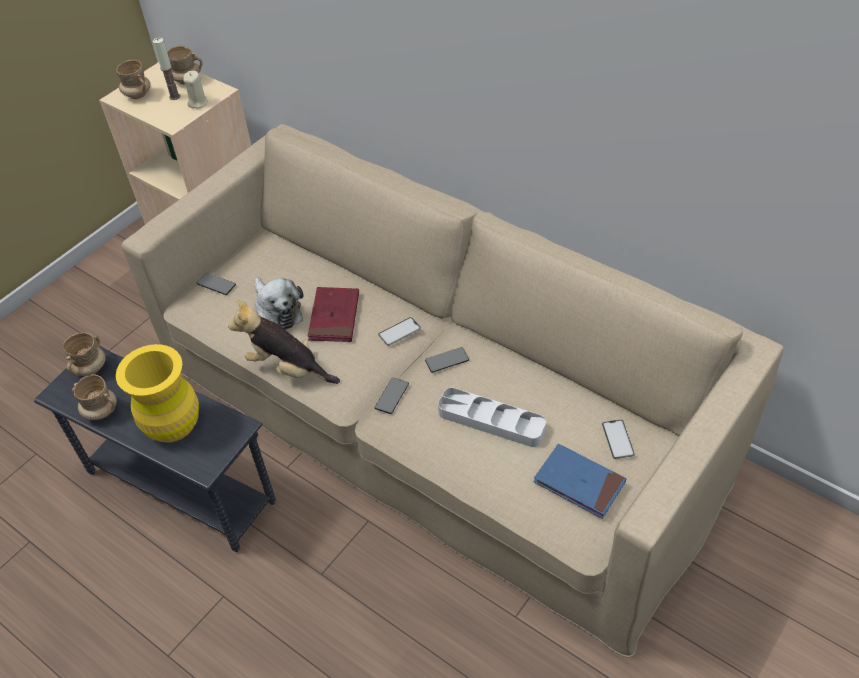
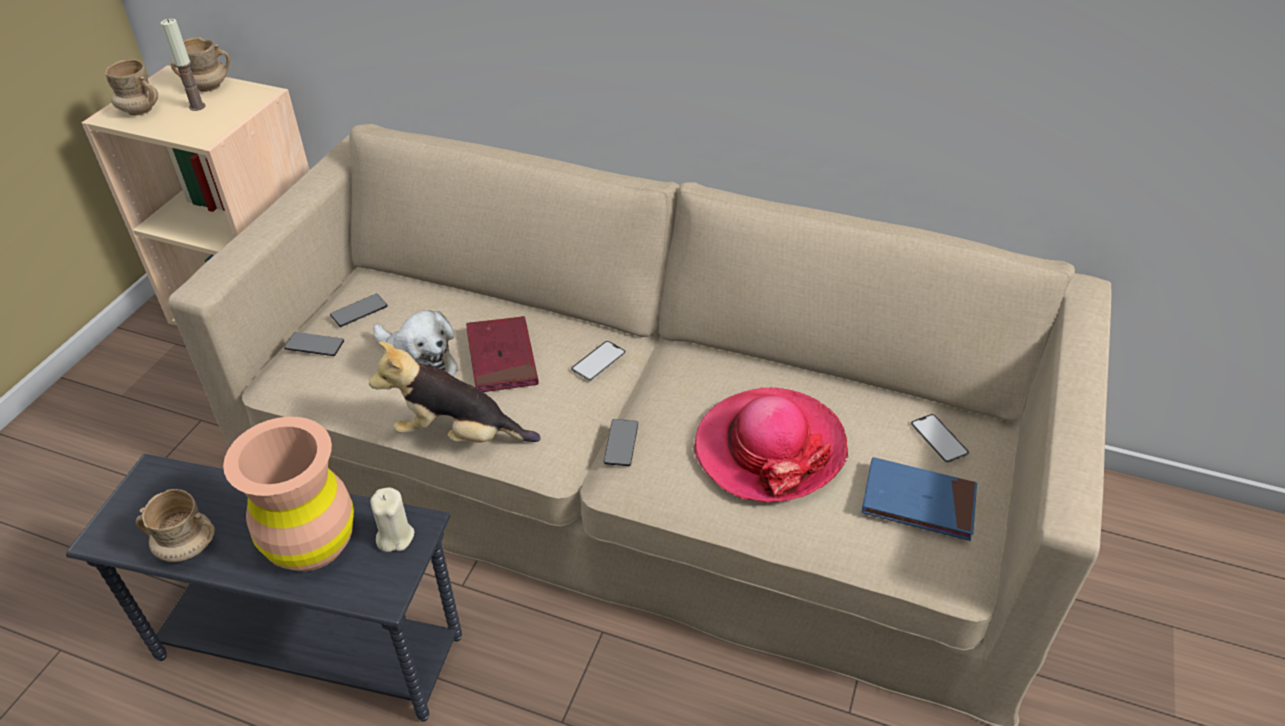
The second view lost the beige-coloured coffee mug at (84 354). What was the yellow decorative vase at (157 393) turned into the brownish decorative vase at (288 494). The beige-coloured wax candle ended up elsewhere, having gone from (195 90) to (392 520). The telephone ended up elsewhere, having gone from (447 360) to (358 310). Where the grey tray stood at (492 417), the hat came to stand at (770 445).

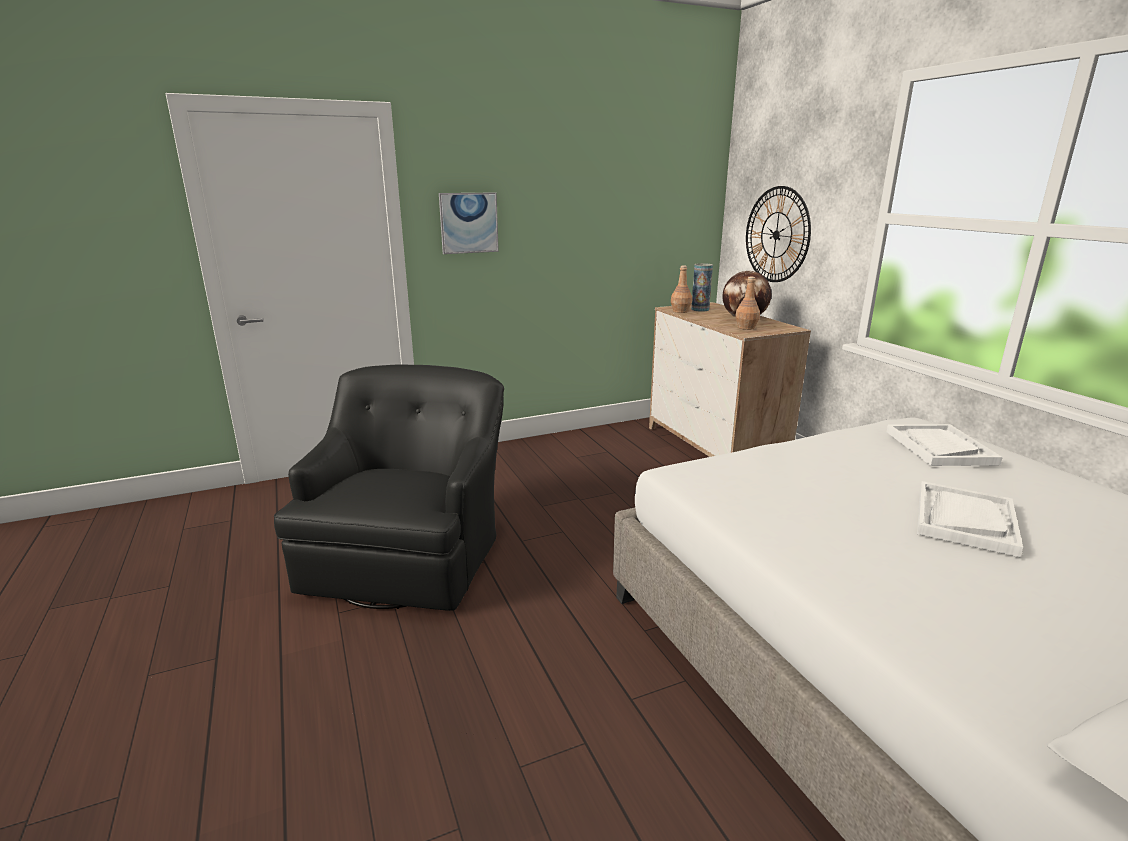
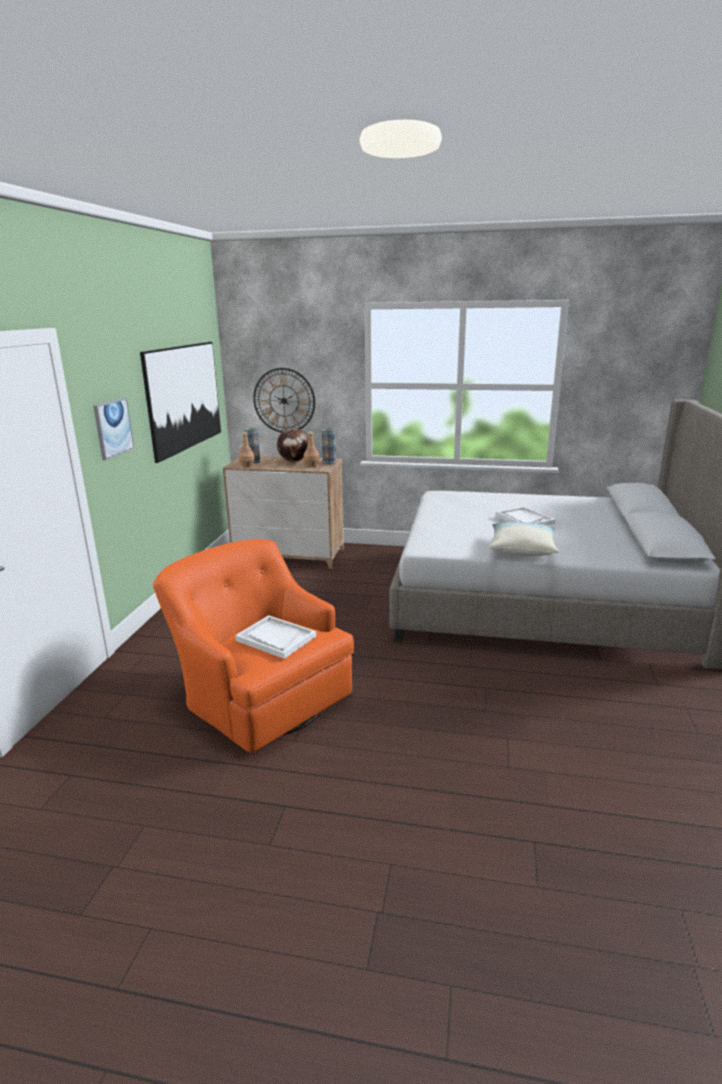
What was the black armchair at (389 487) turned into the orange armchair at (253 646). The white tray ended up elsewhere, having gone from (945 445) to (275 637). The second view gained the picture at (180 402). The second view gained the decorative vase at (329 446). The second view gained the throw pillow at (523 539).

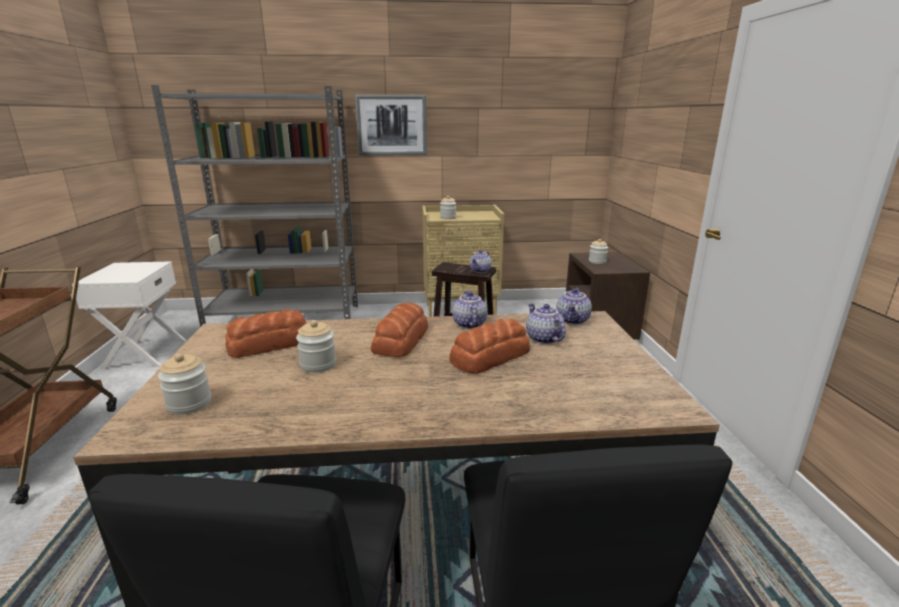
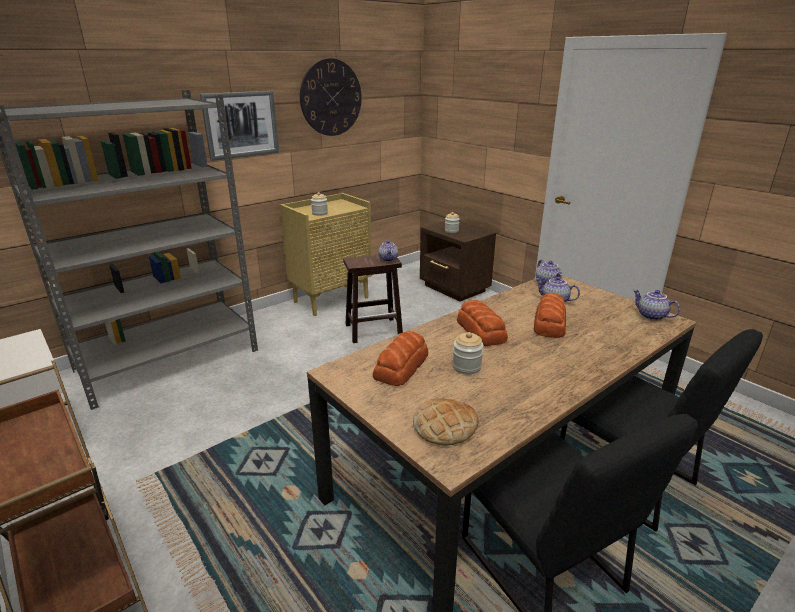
Where the preserve jar stood at (184 384), the bread came to stand at (446 422). The pot for tea ended up elsewhere, having gone from (470 310) to (656 305). The second view gained the clock on the wall at (331 97).

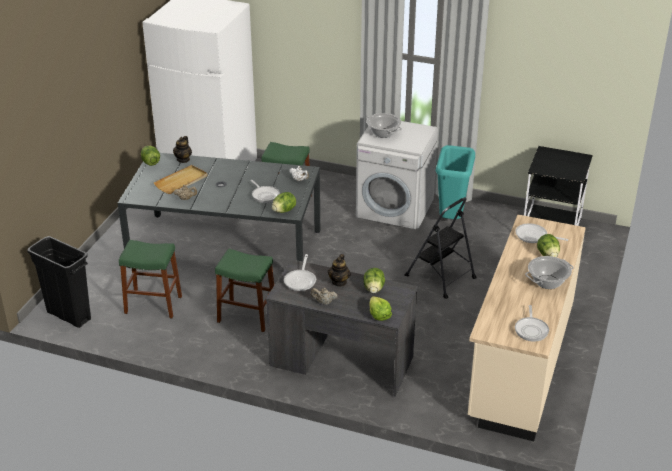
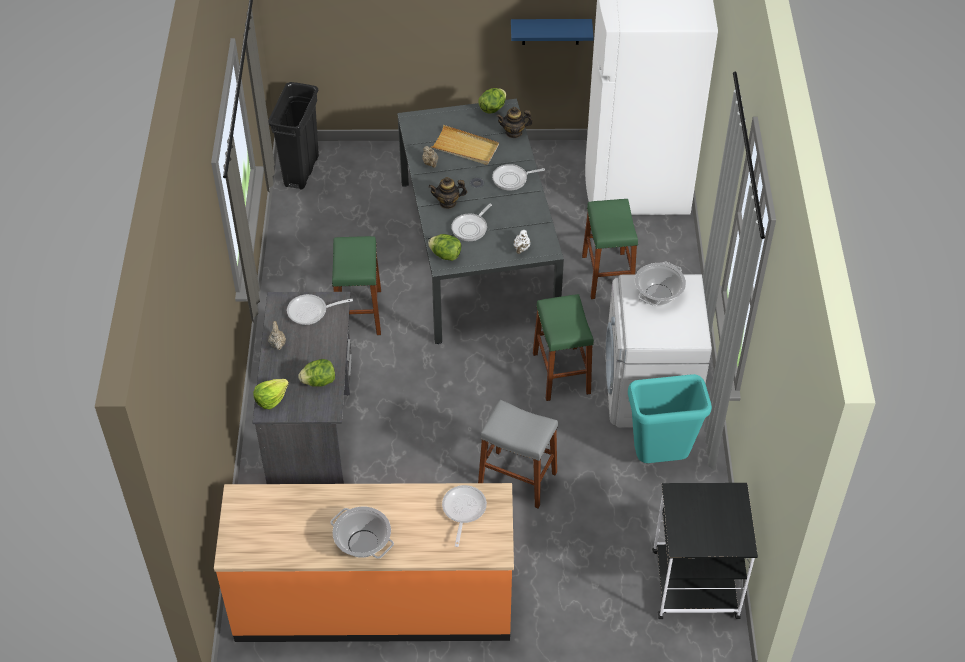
The green-coloured sitting stool ended up elsewhere, having gone from (150 279) to (563 347). The pot for tea ended up elsewhere, having gone from (339 270) to (447 193). Where the black stepladder stood at (440 248), the grey sitting stool came to stand at (518 454). What was the beige-coloured kitchen base unit at (527 328) turned into the orange kitchen base unit at (364 562). The pan ended up elsewhere, having gone from (532 323) to (518 177). The second view lost the lettuce head at (548 245). The second view gained the bluish shelf at (552 32).

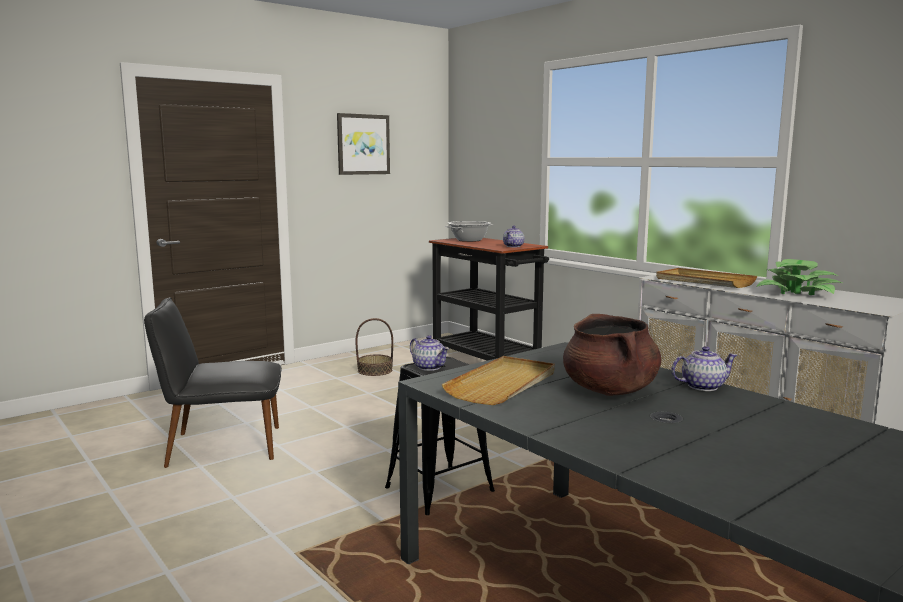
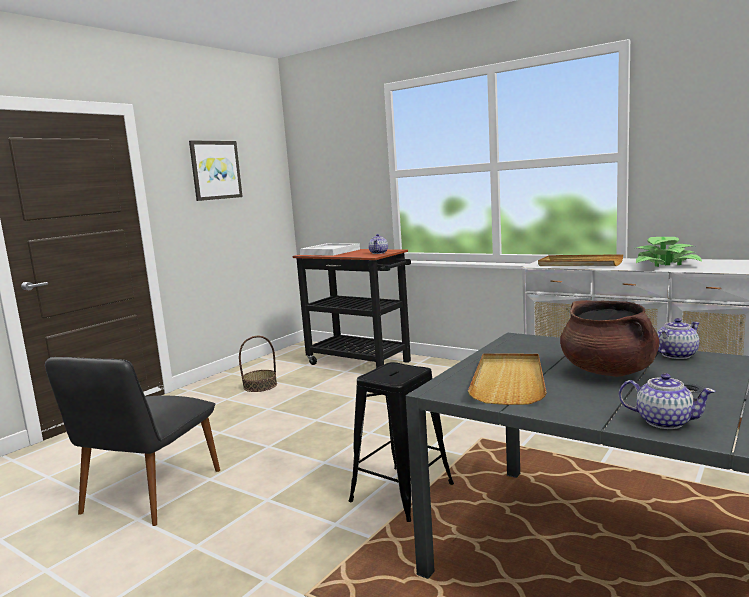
The black upright chair at (213 382) ended up facing another way, 45 degrees counterclockwise from before. The pot for tea ended up elsewhere, having gone from (429 353) to (667 401). Where the saucepot stood at (469 231), the white tray came to stand at (329 249).

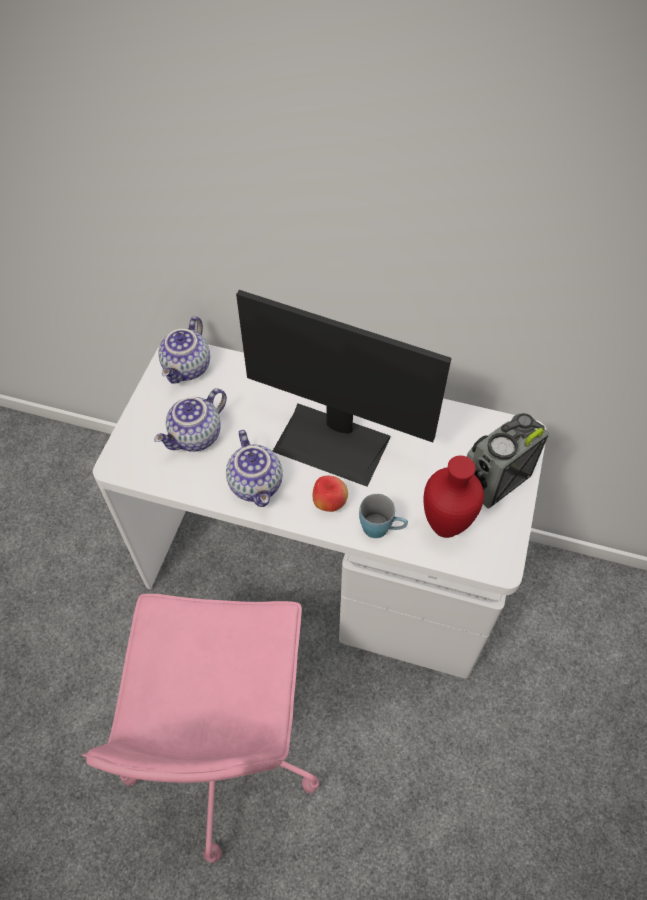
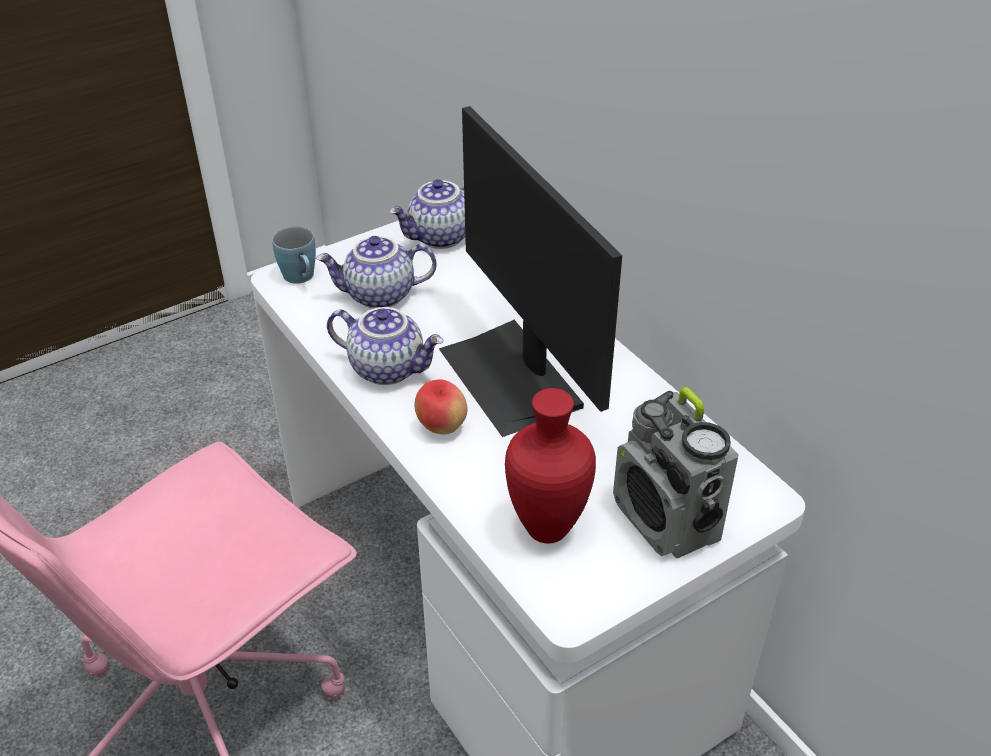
The pot for tea at (254 468) ended up facing another way, 90 degrees counterclockwise from before. The bluish coffee mug ended up elsewhere, having gone from (383 516) to (294 255). The radio set at (508 460) ended up facing another way, 120 degrees counterclockwise from before.

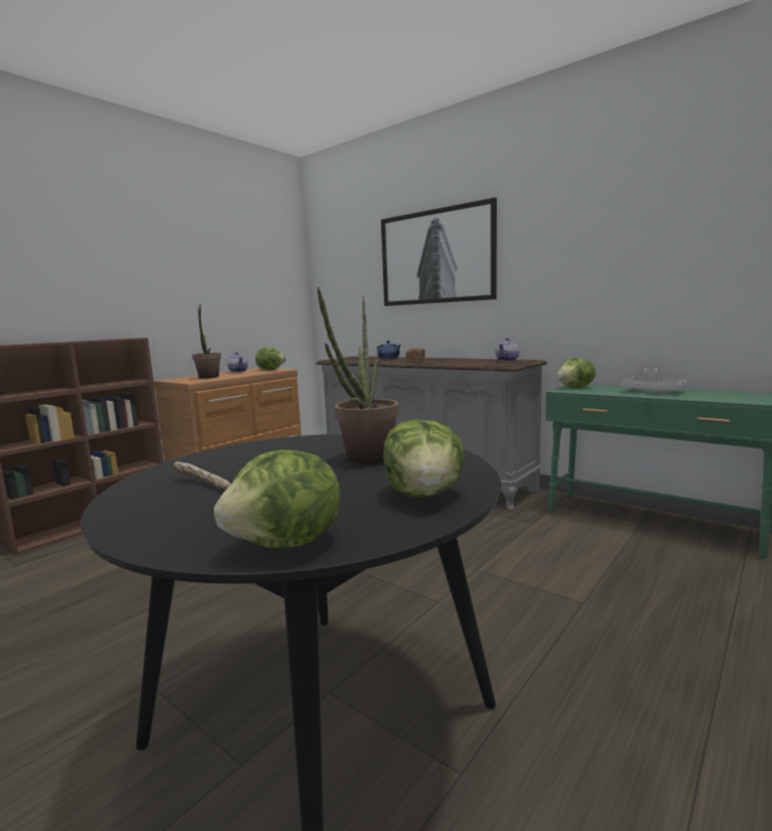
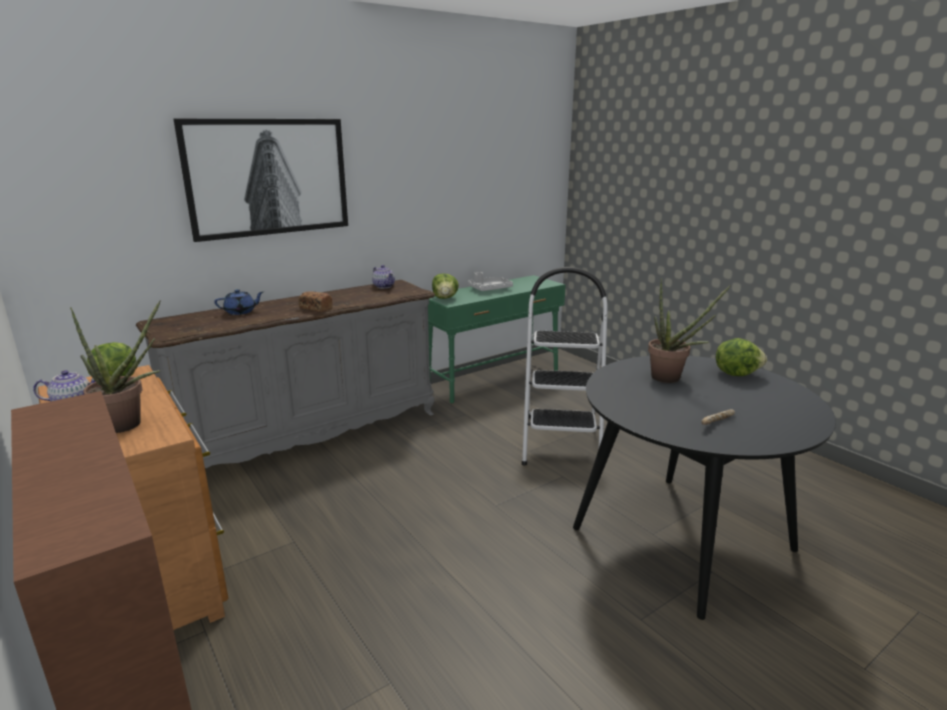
The second view lost the lettuce head at (277 499). The second view gained the stepladder at (565 366).

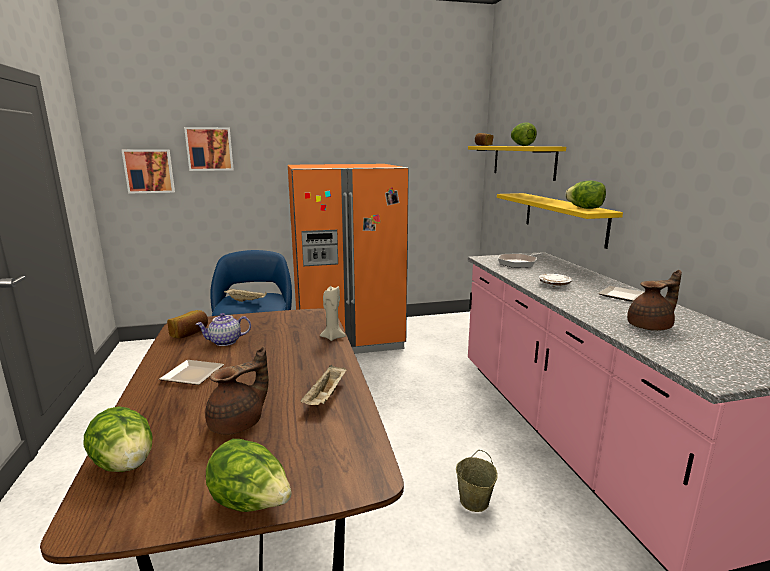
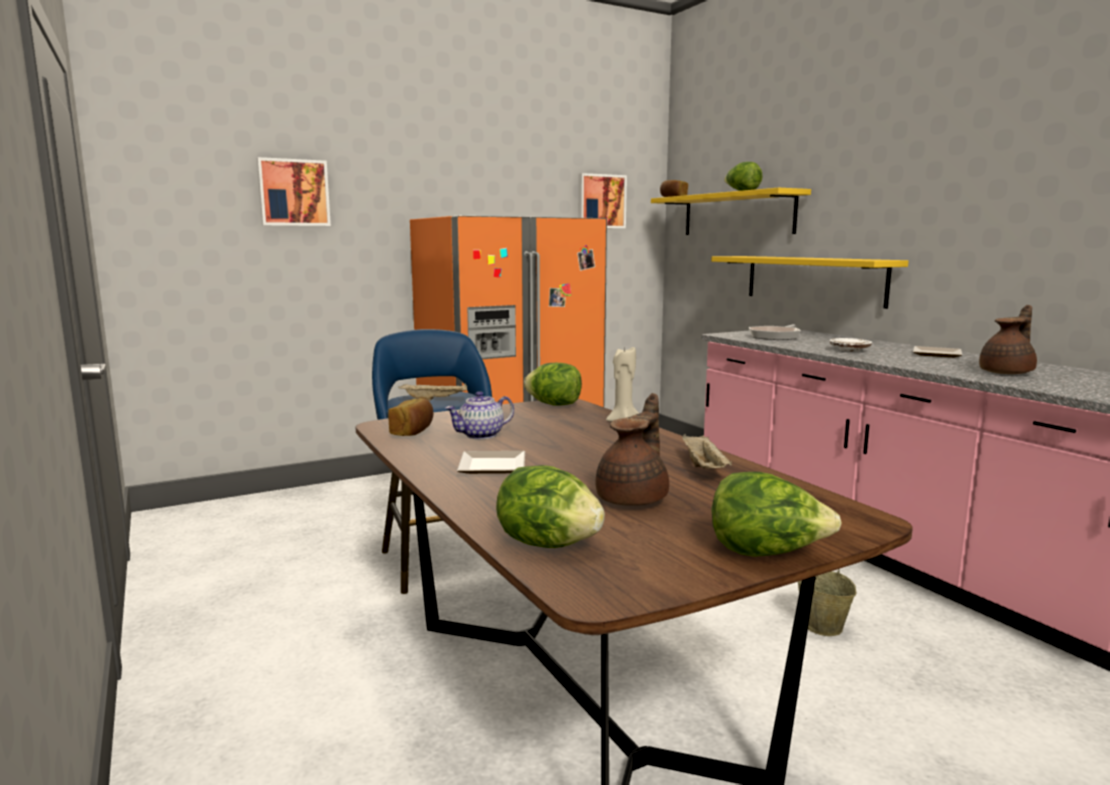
The picture ended up elsewhere, having gone from (148 171) to (602 200). The lettuce head ended up elsewhere, having gone from (585 195) to (553 384).

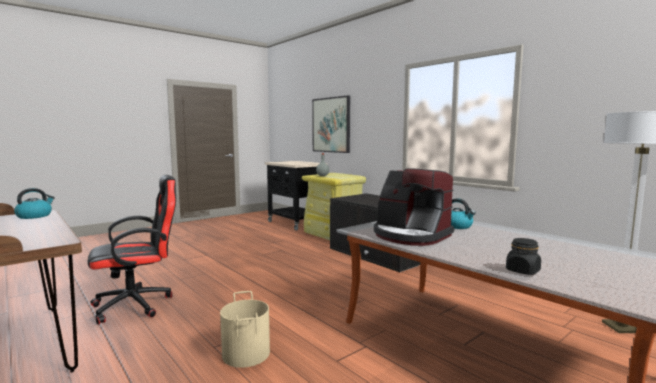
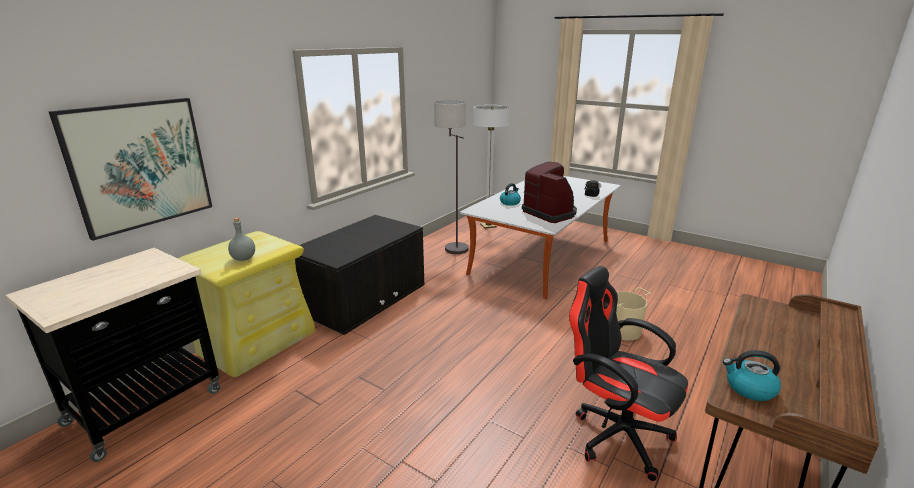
The coffee brewer at (414 207) ended up facing another way, 60 degrees counterclockwise from before. The second view gained the grey standard lamp at (451 177).

